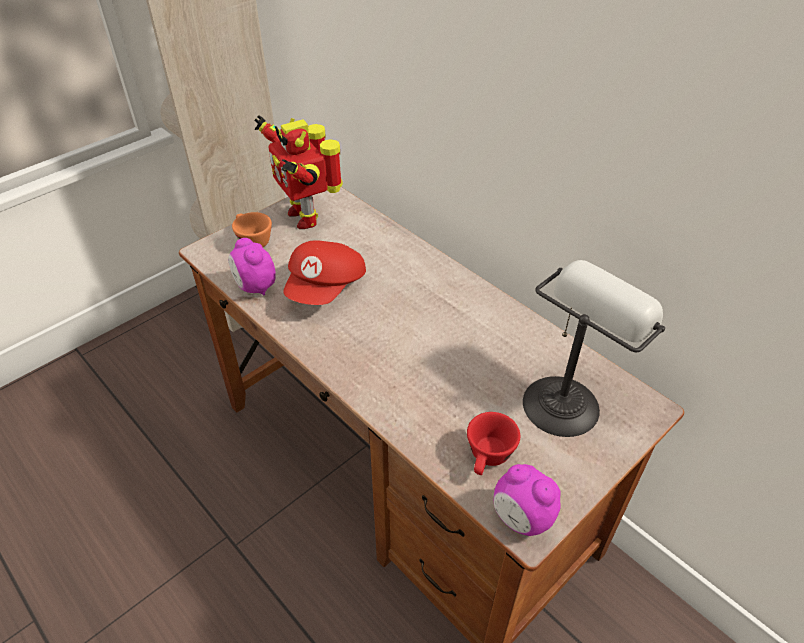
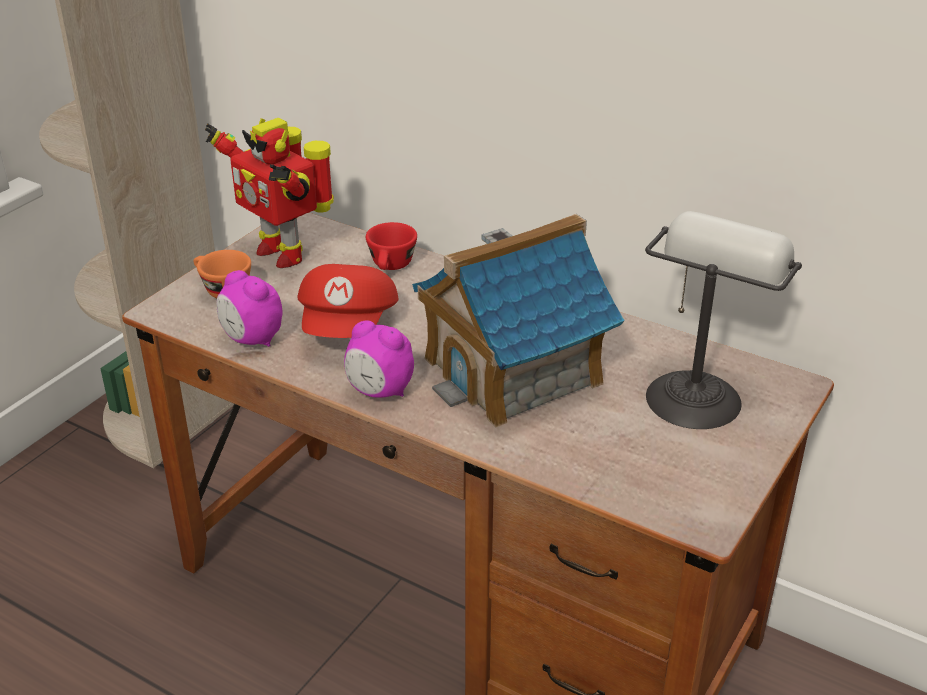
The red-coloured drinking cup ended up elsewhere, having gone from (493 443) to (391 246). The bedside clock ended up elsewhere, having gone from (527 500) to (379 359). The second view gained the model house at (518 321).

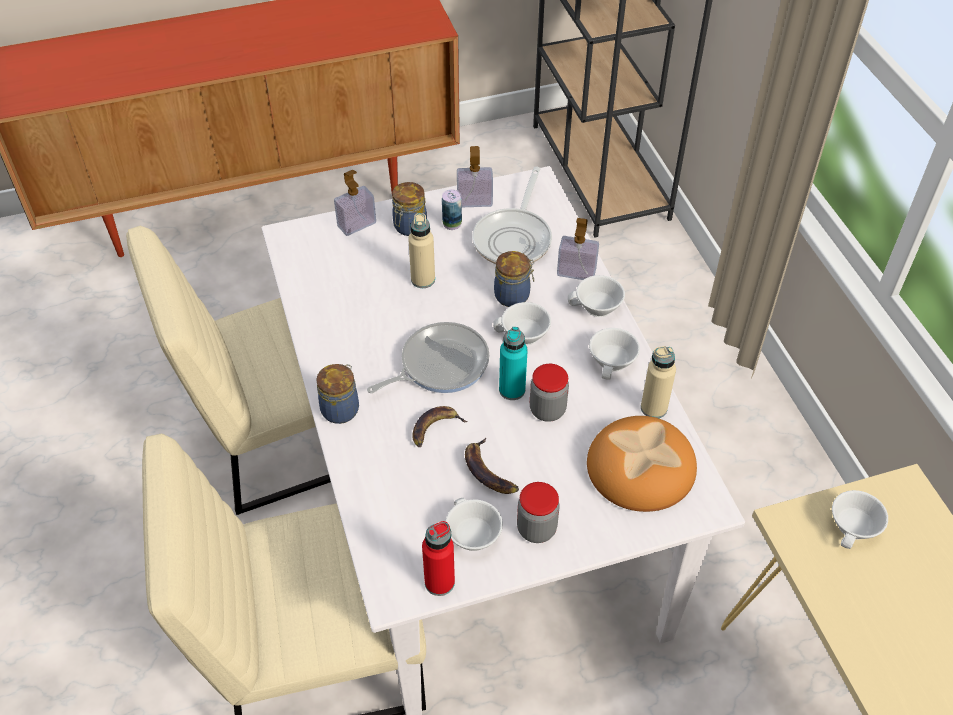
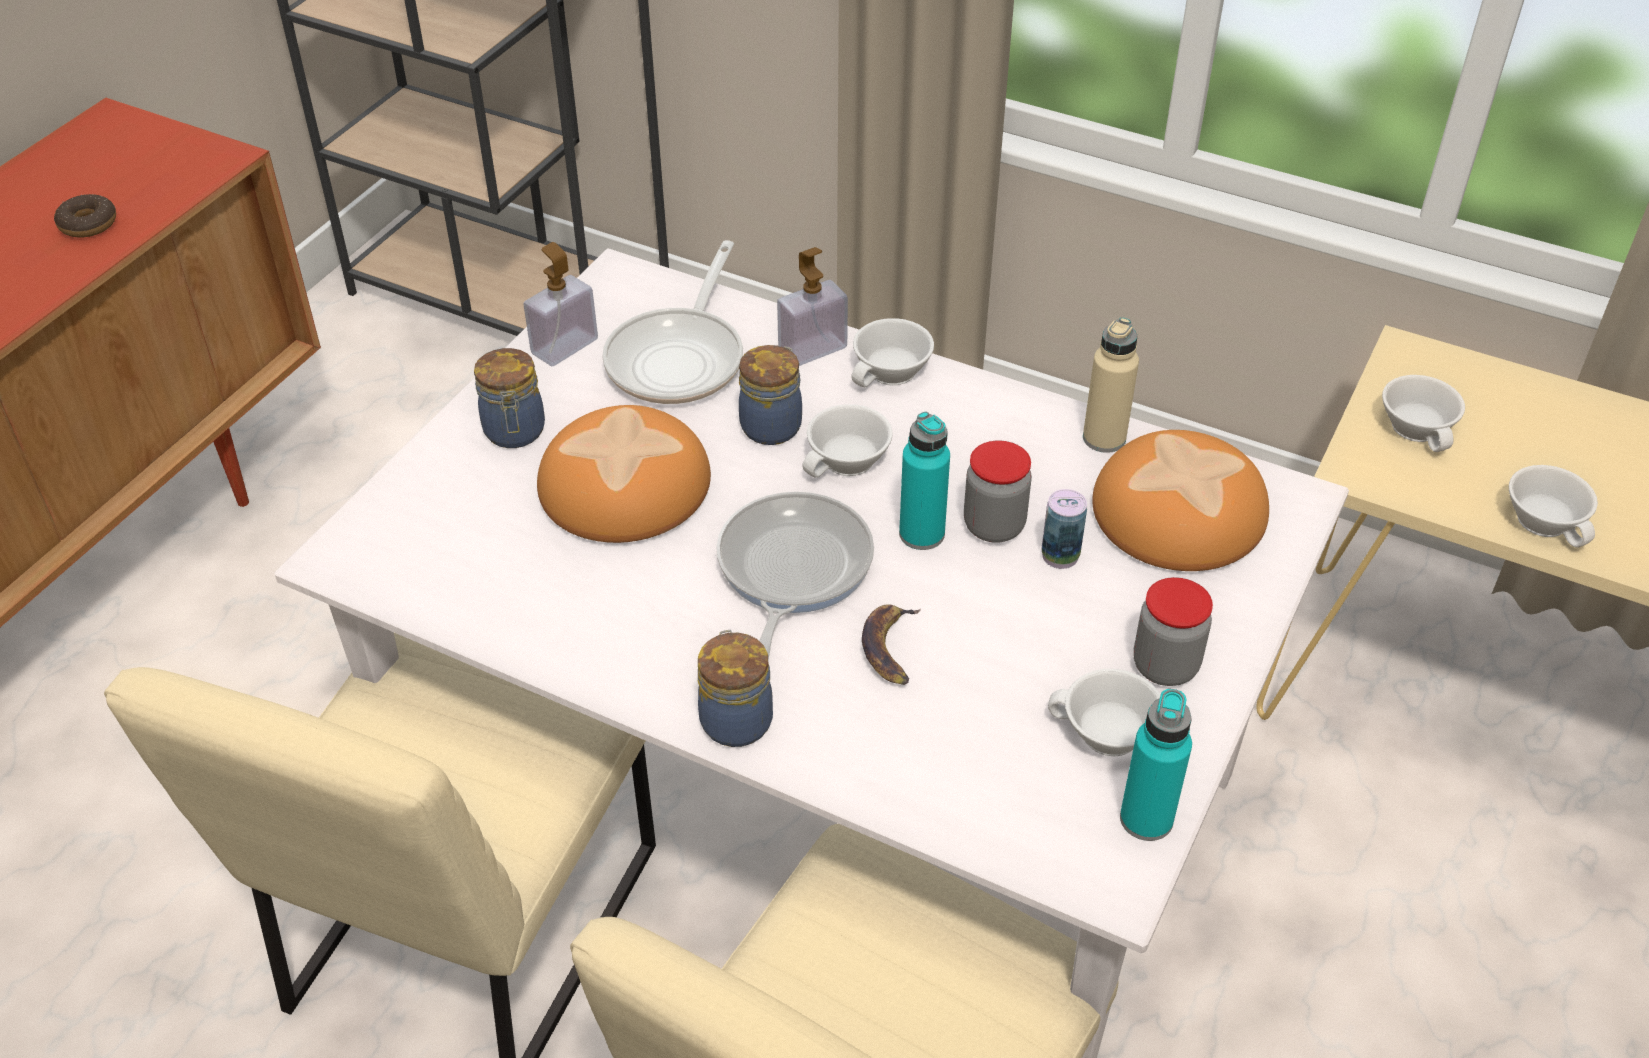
The second view lost the soap bottle at (355 203). Where the beige-coloured drink bottle stood at (421 250), the bread came to stand at (624 474). What was the red-coloured drink bottle at (438 558) turned into the turquoise-coloured drink bottle at (1156 765). The can ended up elsewhere, having gone from (452 209) to (1064 529). The second view lost the banana at (492 465). The pan at (512 215) ended up facing another way, 45 degrees clockwise from before. The white drinking cup ended up elsewhere, having gone from (614 354) to (1553 506). The second view gained the donut at (85 216).

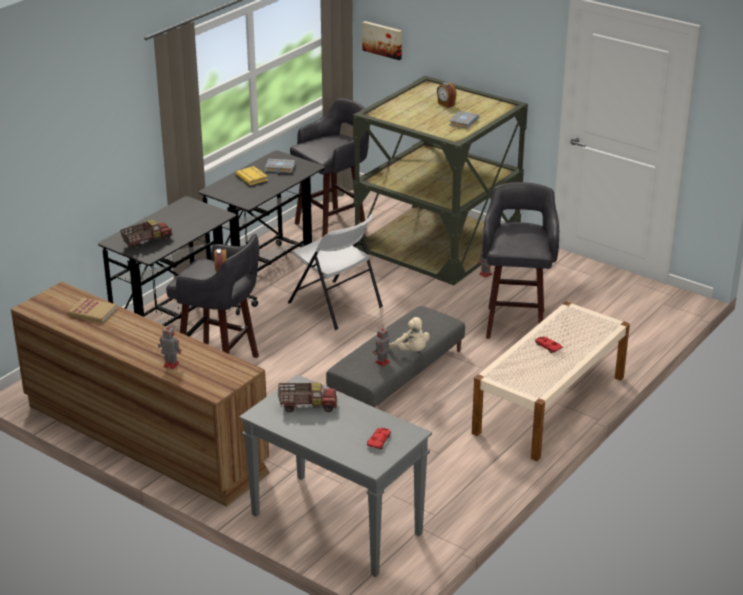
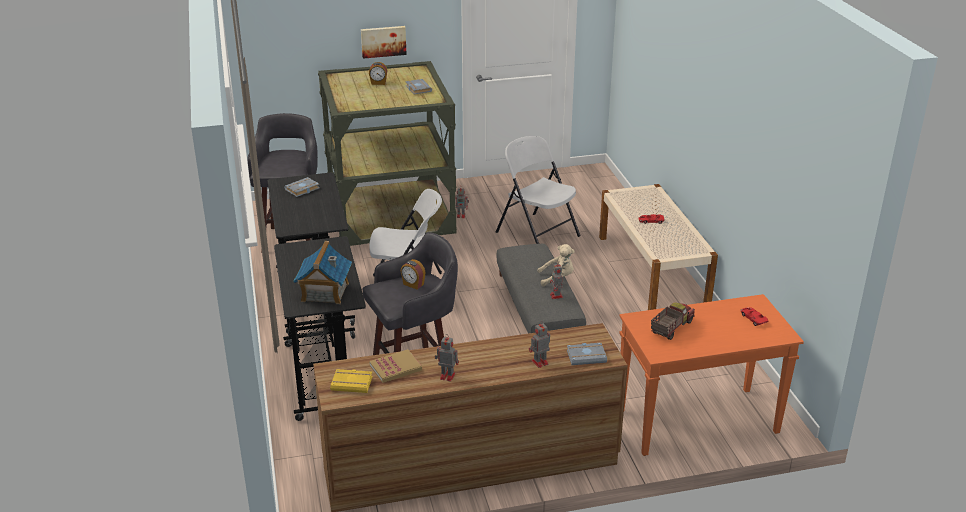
Where the toy lorry stood at (146 235), the model house came to stand at (323 272). The yellow book ended up elsewhere, having gone from (252 175) to (351 381). What was the grey console table at (335 476) turned into the orange console table at (711 375). The picture ended up elsewhere, having gone from (382 40) to (384 42). Where the grey sitting stool stood at (520 260), the white upright chair came to stand at (538 190). The second view gained the model robot at (447 358). The second view gained the grey book at (587 354).

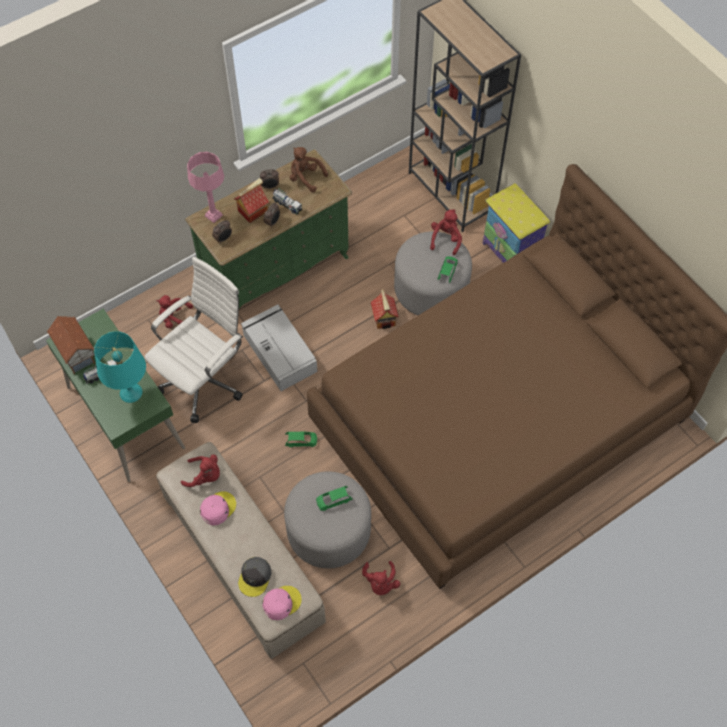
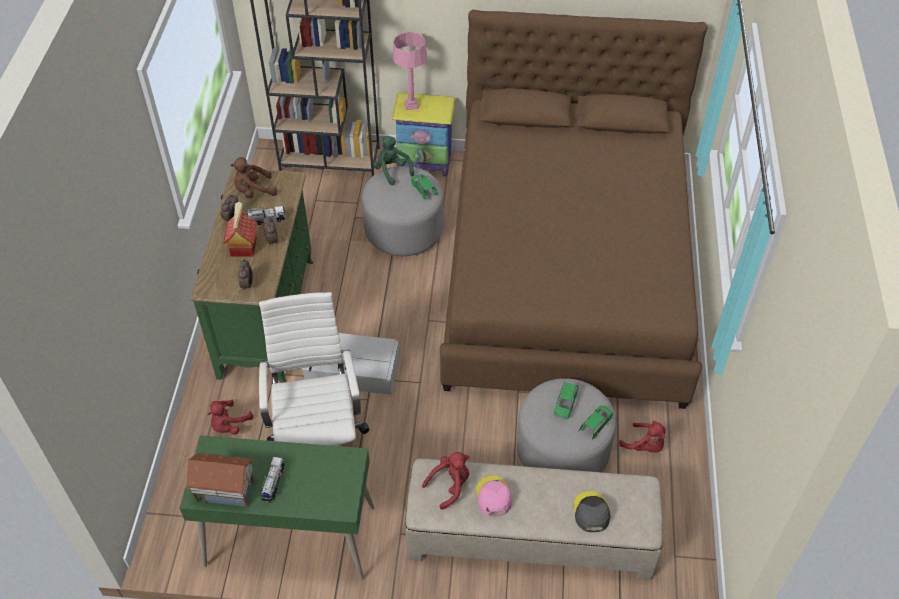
The second view lost the turquoise-coloured tabletop lamp at (120 367). The pink-coloured tabletop lamp ended up elsewhere, having gone from (205 187) to (410 71). The grey baseball cap at (254 577) ended up facing another way, 150 degrees counterclockwise from before. The second view lost the pink-coloured baseball cap at (282 603). The green-coloured toy car ended up elsewhere, having gone from (301 439) to (596 423). The second view lost the model house at (385 309). What was the red-coloured soft toy at (446 232) turned into the green-coloured soft toy at (393 160).

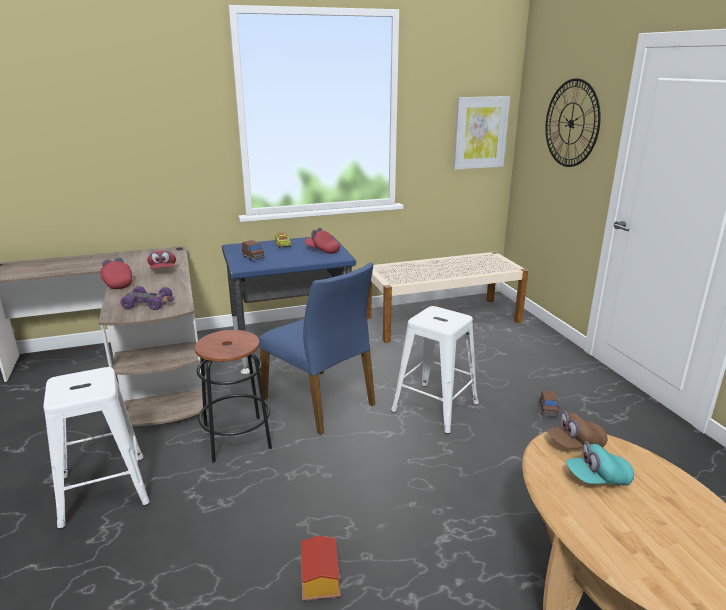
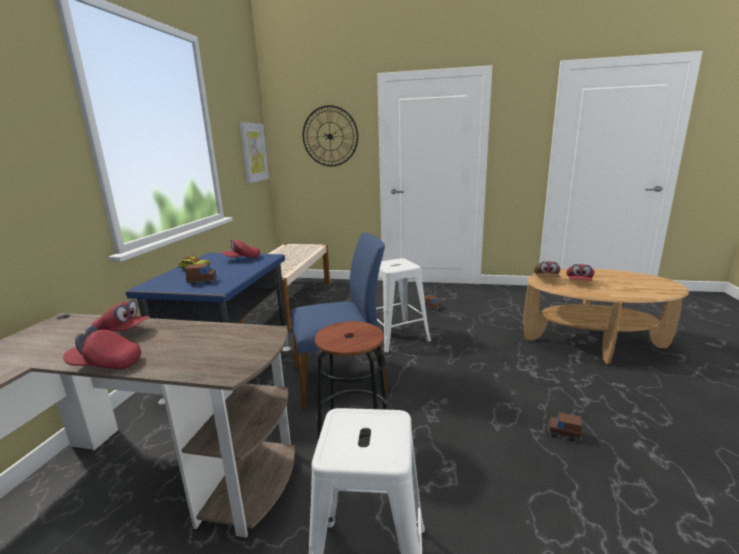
The second view lost the purple-coloured toy car at (147 298). Where the model house stood at (321 568), the brownish toy car came to stand at (565 427). What was the turquoise-coloured baseball cap at (600 463) turned into the red-coloured baseball cap at (580 272).

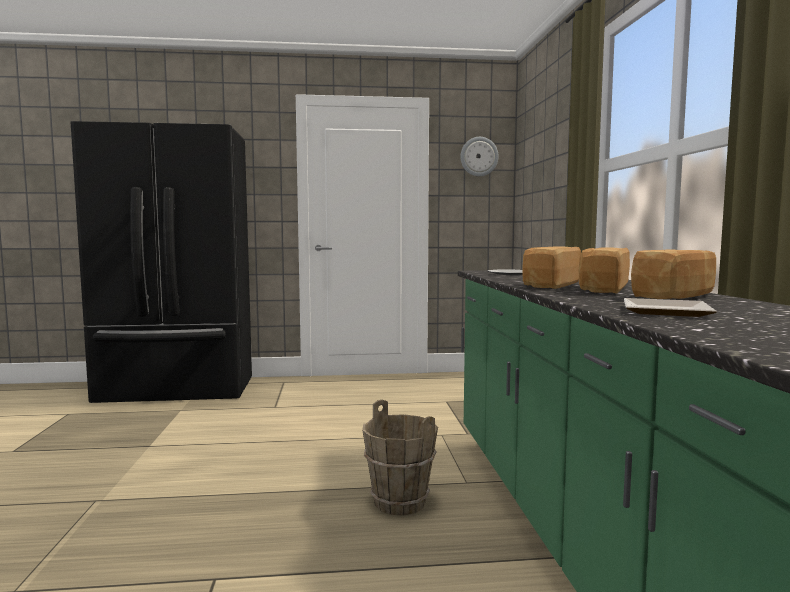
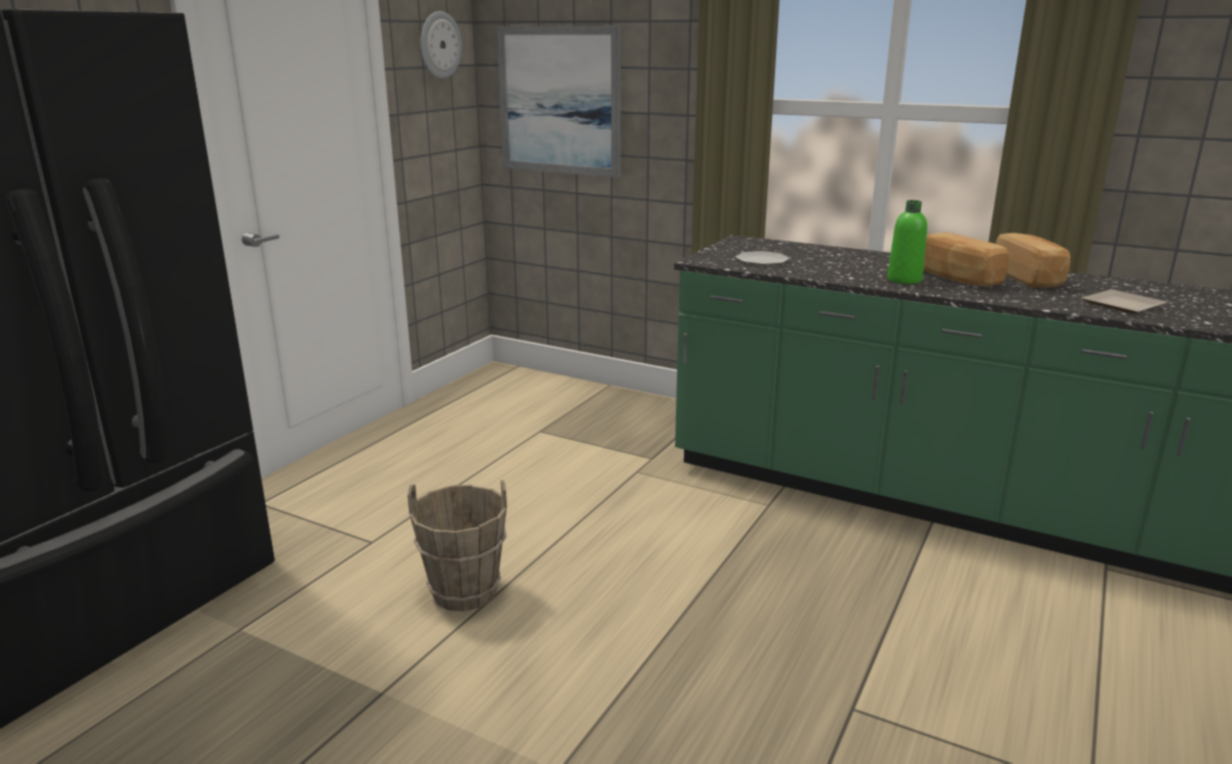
The brownish bucket ended up elsewhere, having gone from (400 457) to (457 545). Where the bread stood at (551 267), the green-coloured drink bottle came to stand at (907 242). The second view gained the picture at (559 101).

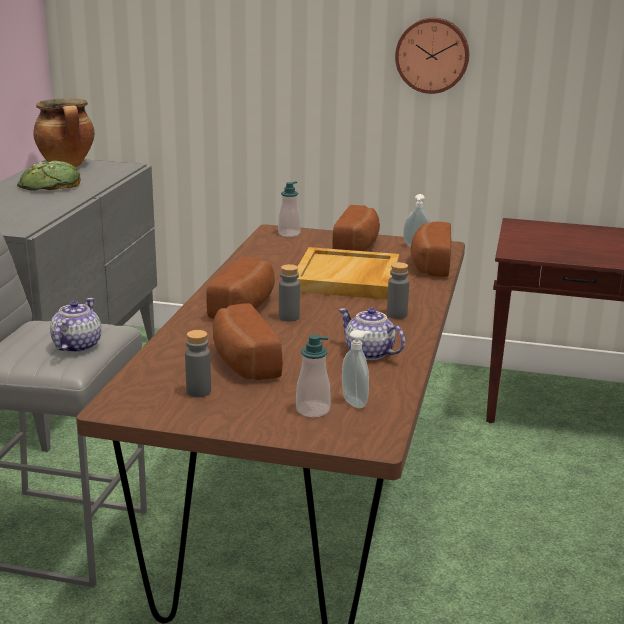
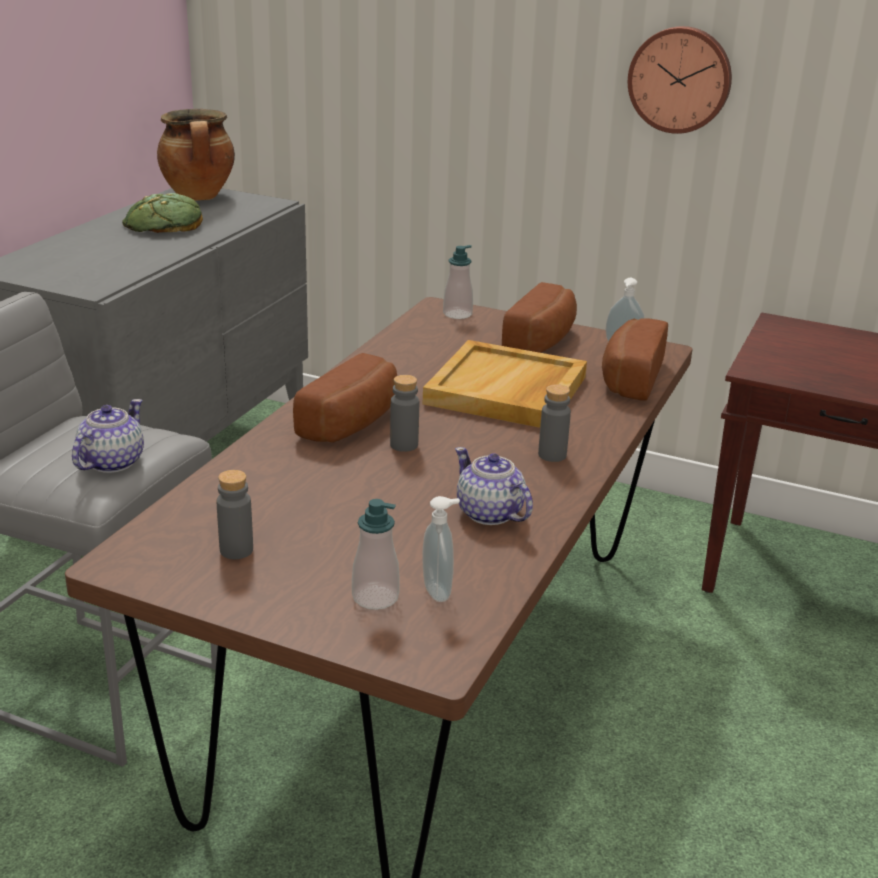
The second view lost the bread at (248 341).

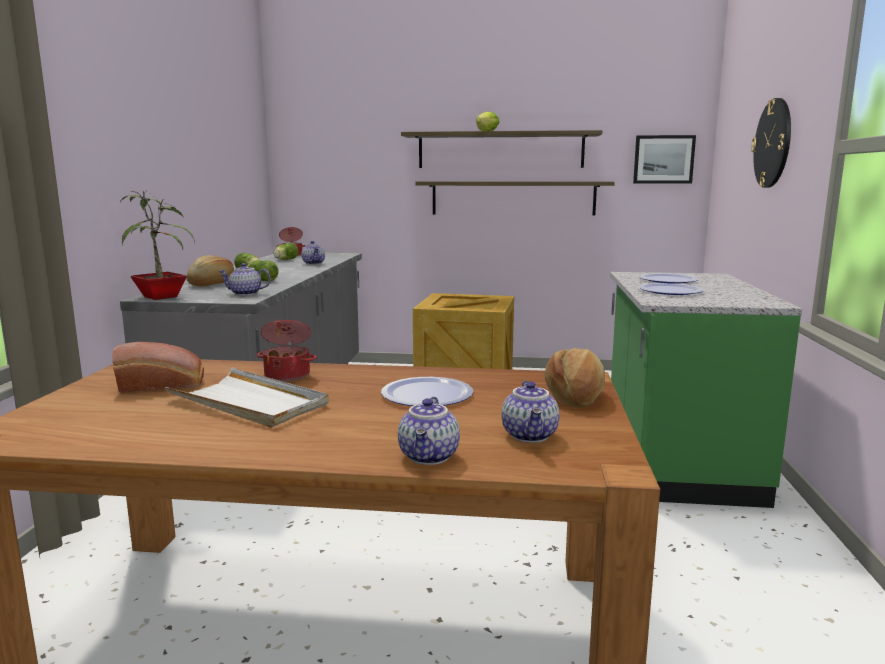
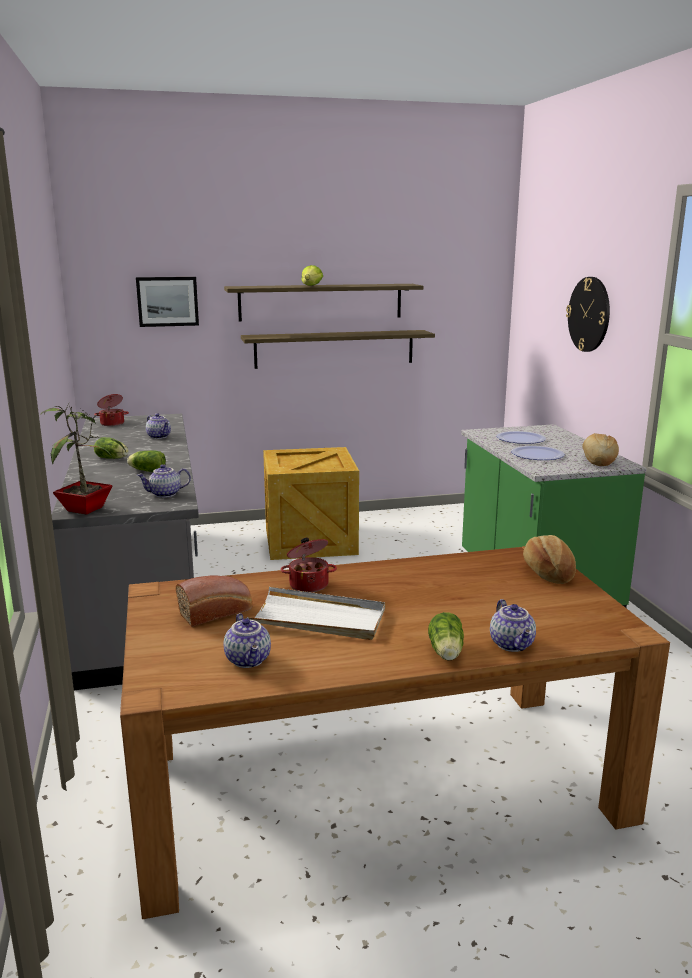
The bread ended up elsewhere, having gone from (210 270) to (600 449). The lettuce head ended up elsewhere, having gone from (285 251) to (446 636). The second view lost the dinner plate at (427 391). The pot for tea ended up elsewhere, having gone from (530 412) to (247 640). The picture ended up elsewhere, having gone from (664 159) to (167 302).

